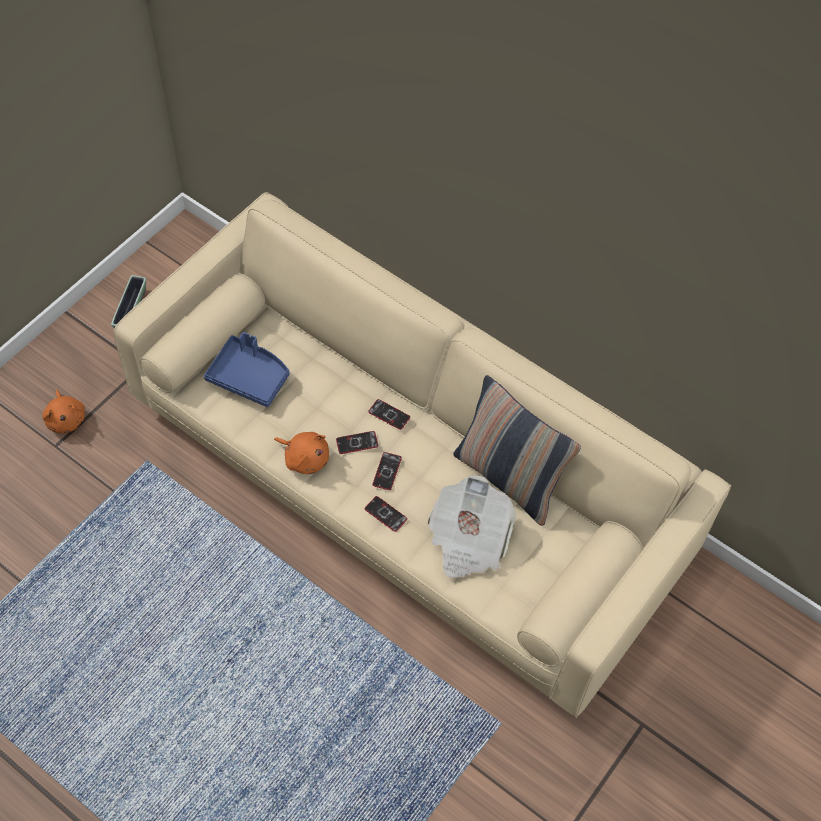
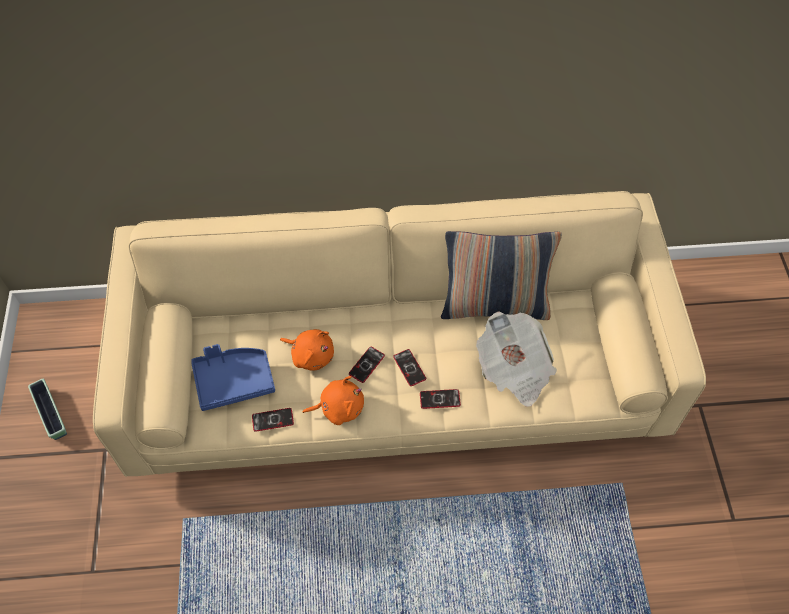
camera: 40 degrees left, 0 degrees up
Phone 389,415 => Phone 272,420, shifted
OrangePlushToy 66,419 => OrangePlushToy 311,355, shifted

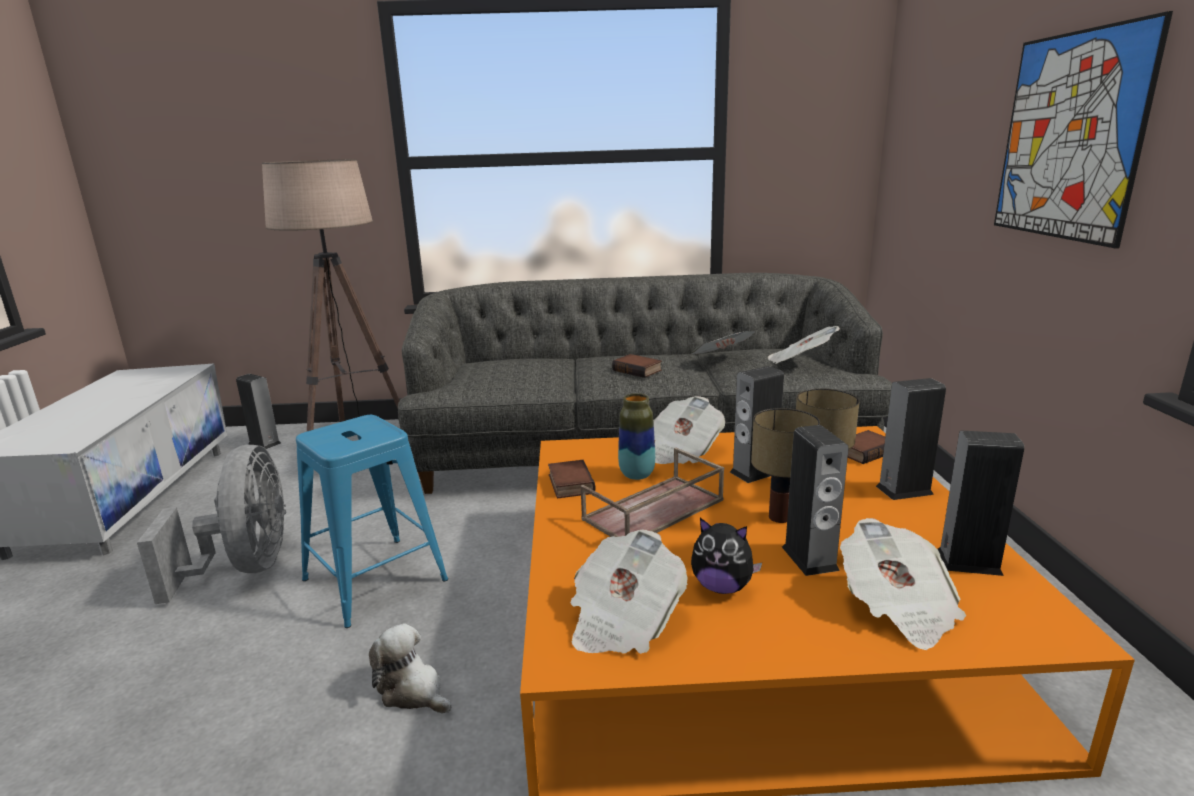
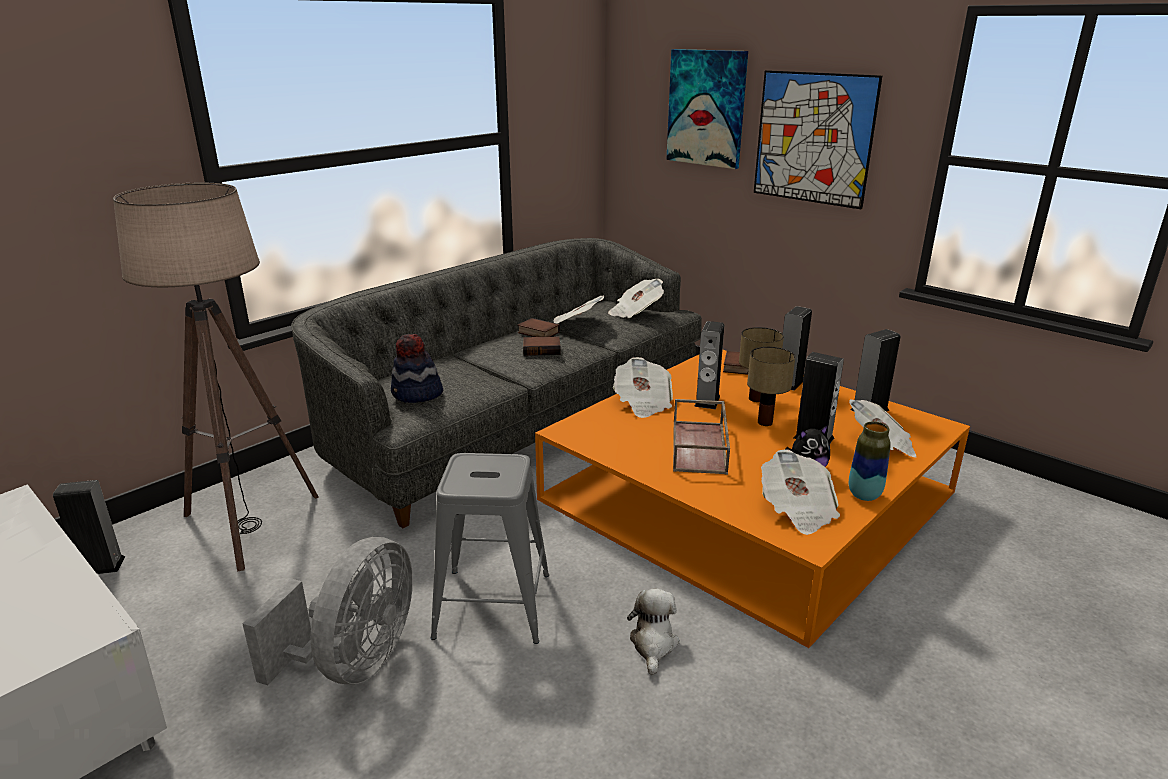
camera: 45 degrees left, 5 degrees up
GreyFan 246,567 => GreyFan 354,662, 75 degrees clockwise
nothing => Hat 417,394
BlueStool 374,580 => GreyStool 492,605
Book 569,484 => Book 537,333, shifted
PlushToy 413,691 => PlushToy 653,644, 105 degrees clockwise
nothing => Picture 706,108
Vase 636,475 => Vase 864,495, shifted

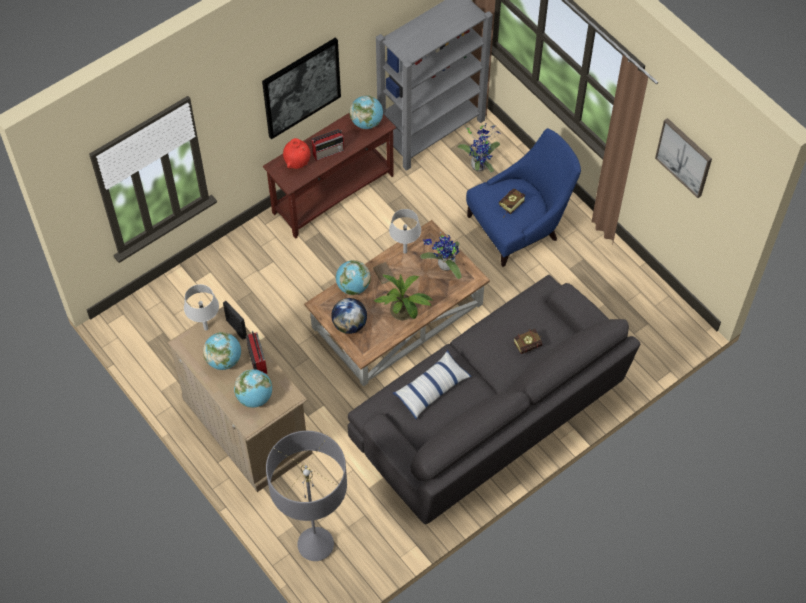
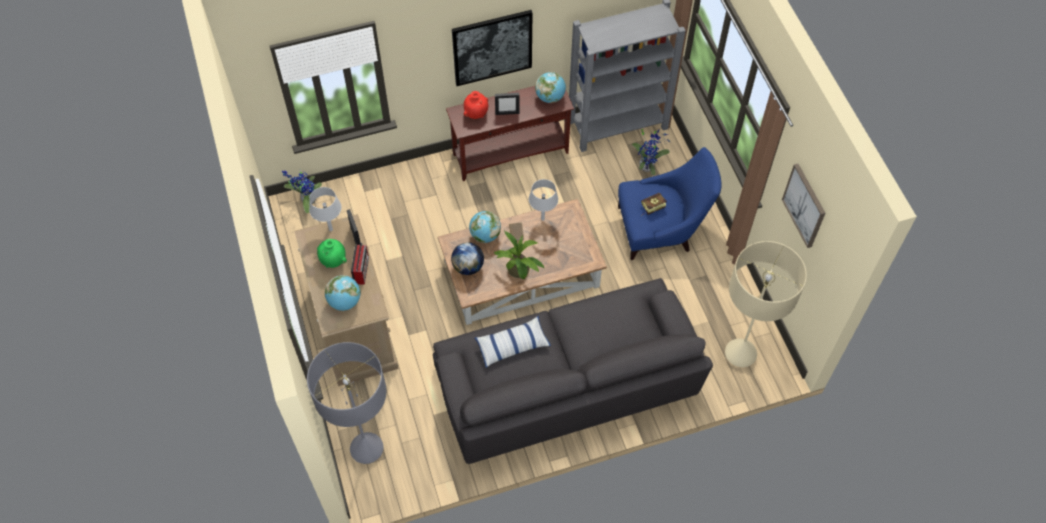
camera: 20 degrees right, 0 degrees up
PottedPlant 444,266 => PottedPlant 307,200, shifted
Globe 224,360 => GreenVase 333,261
Radio 329,151 => PictureFrame 507,112
nothing => BeigeFloorLamp 740,354
Book 530,345 => nothing

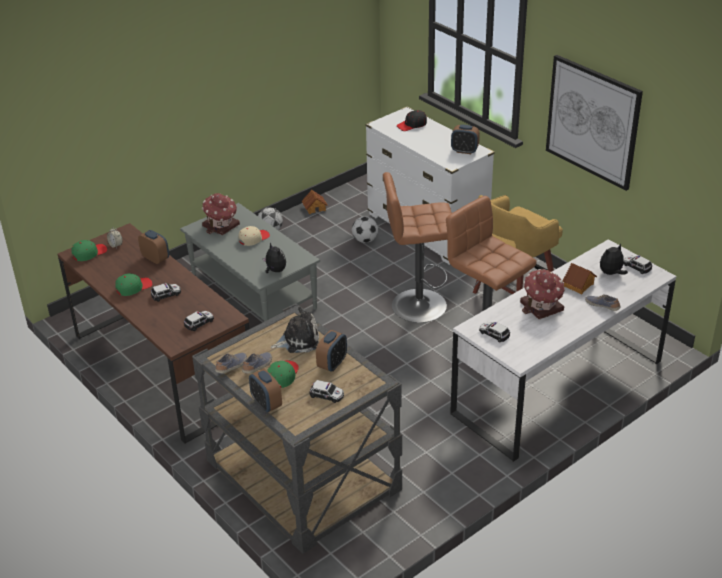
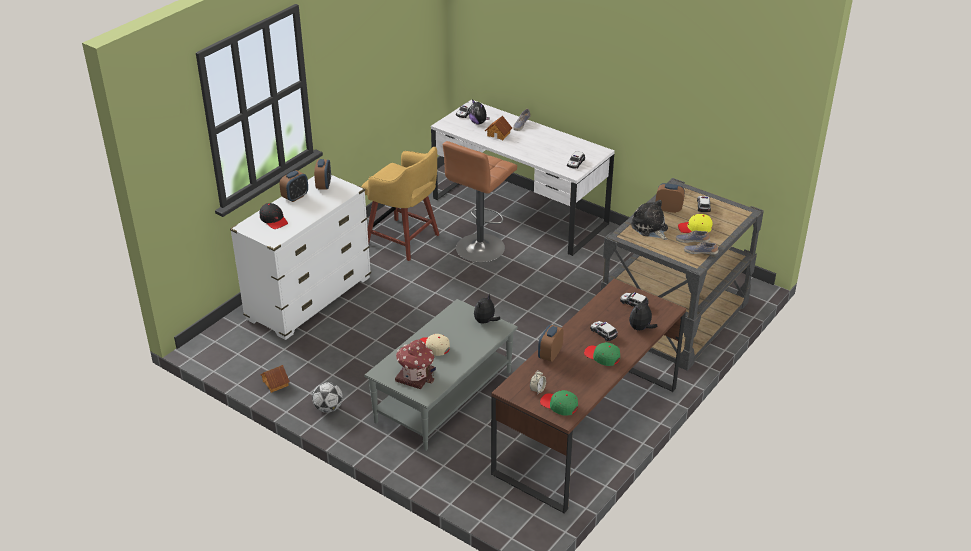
camera: 105 degrees left, 0 degrees up
AlarmClock 266,404 => AlarmClock 295,197, shifted
nothing => PlushToy 640,328
GreenCap 282,375 => YellowCap 695,228
Football 365,240 => nothing
BrownStool 418,305 => nothing
ToyHouse 542,307 => nothing
Picture 592,121 => nothing

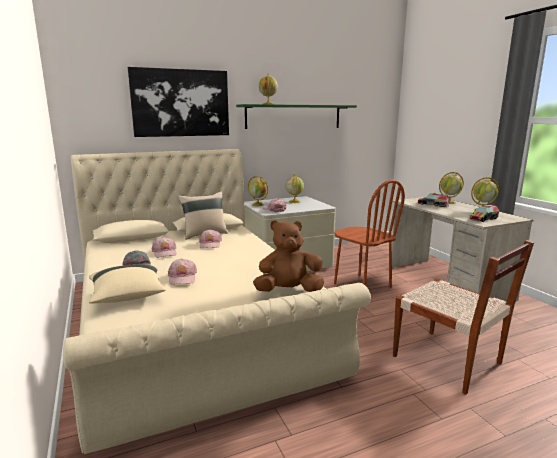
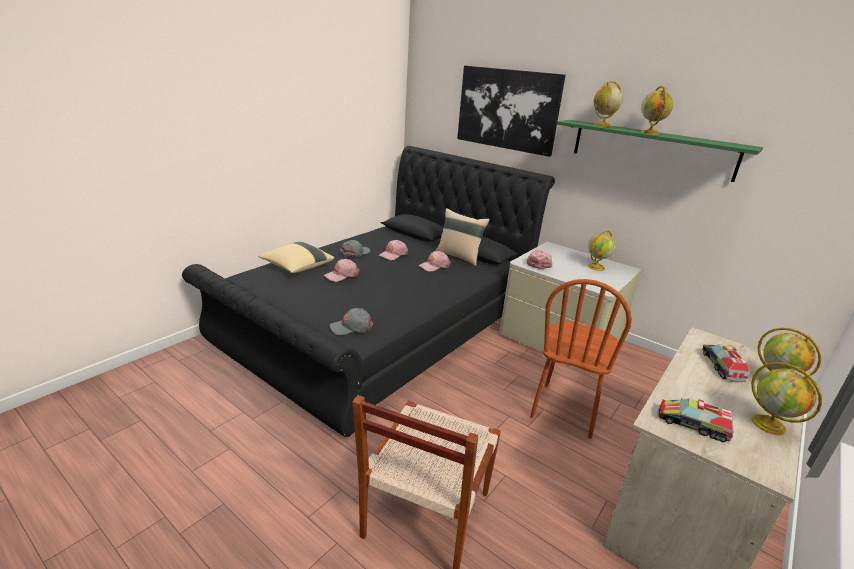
camera: 60 degrees right, 10 degrees up
BeigeBed 194,321 => BlackBed 381,324
BrownPlushToy 289,291 => GreyCap 351,327
Globe 258,204 => Globe 650,133, shifted

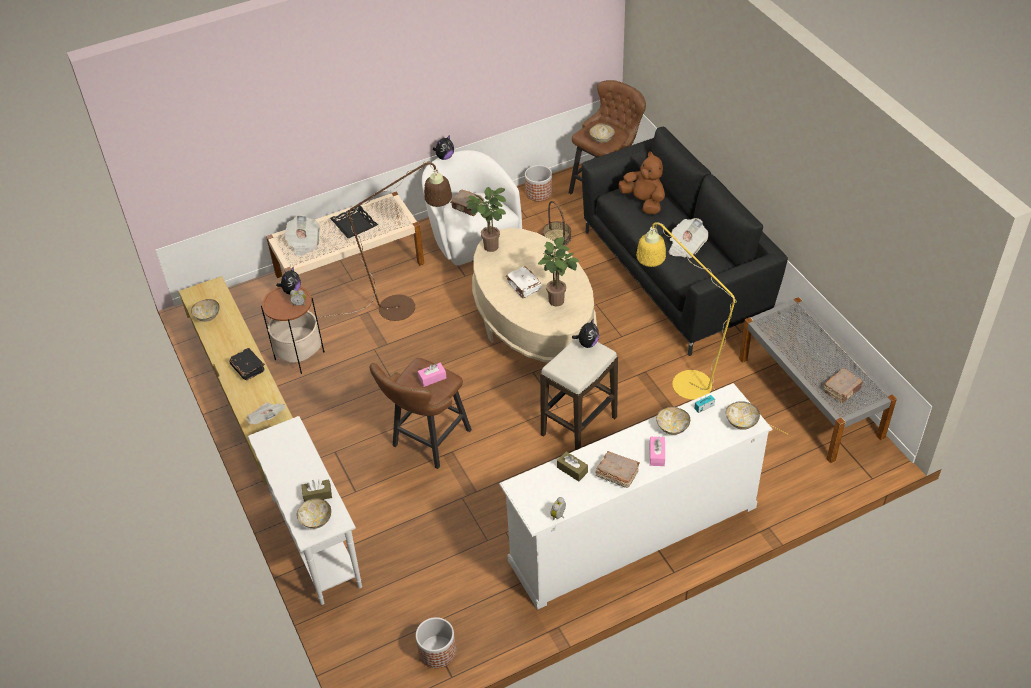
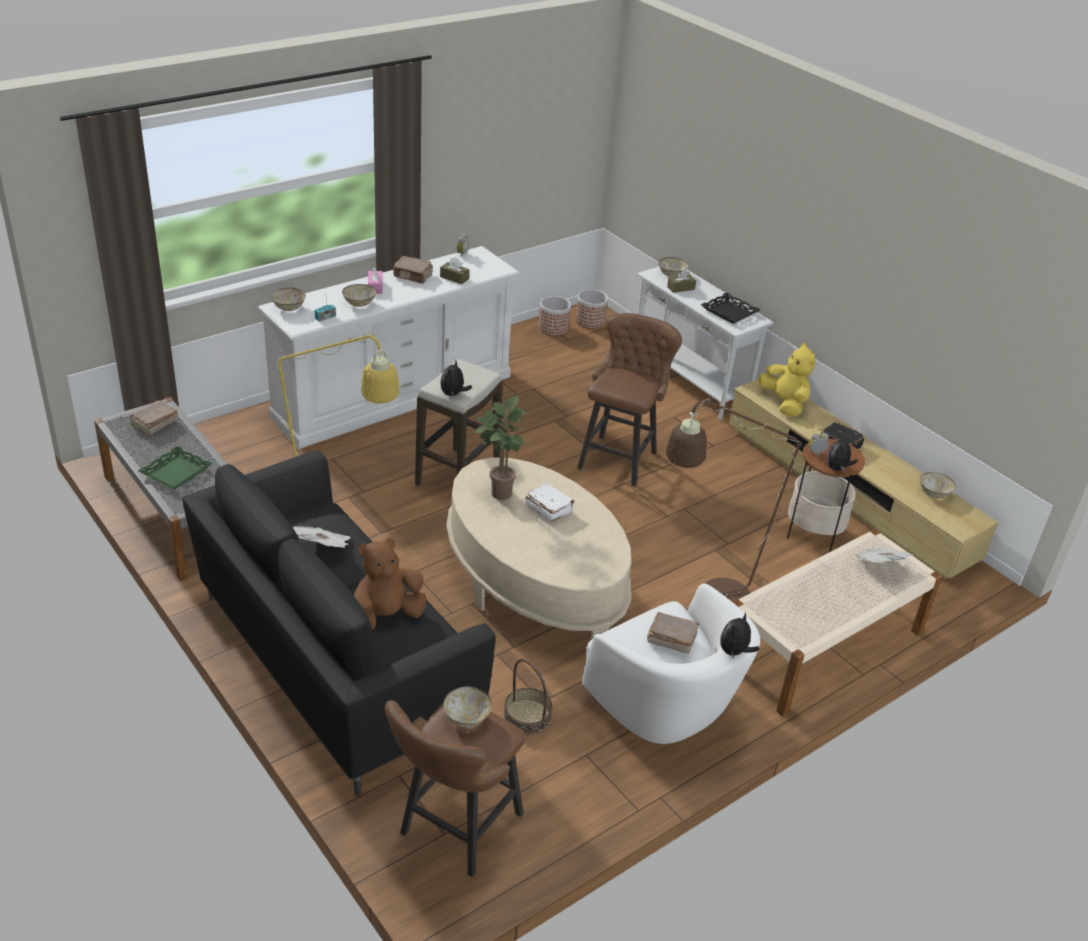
camera: 165 degrees right, 10 degrees down
nothing => GreenTray 175,472
BrownPlushToy 644,202 => BrownPlushToy 386,616, 105 degrees clockwise
Planter 538,193 => Planter 590,321, shifted
BlackTray 354,225 => BlackTray 729,312, shifted
Newspaper 267,419 => YellowPlushToy 784,403
PinkTissueBox 432,378 => nothing
PottedPlant 491,248 => nothing

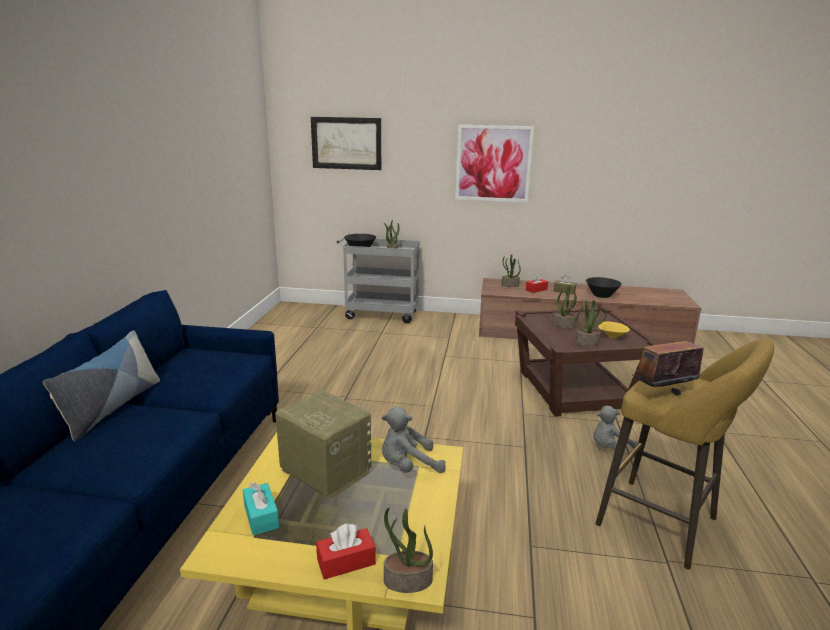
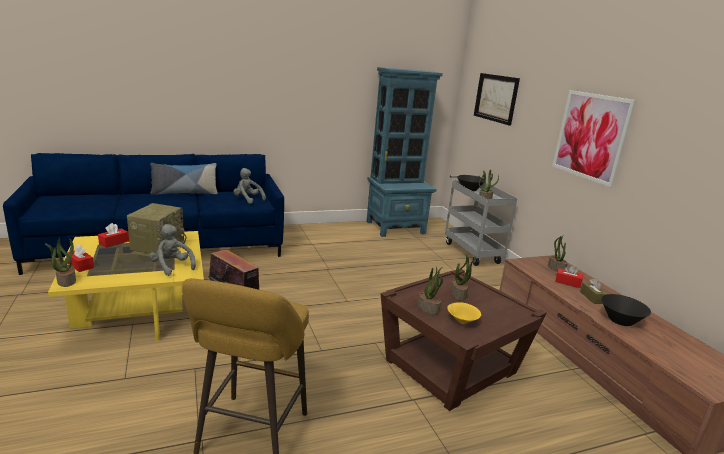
camera: 60 degrees right, 0 degrees up
TurquoiseTissueBox 261,516 => RedTissueBox 114,242
GreyPlushToy 609,448 => GreyPlushToy 247,199, shifted
nothing => BlueCabinet 396,228

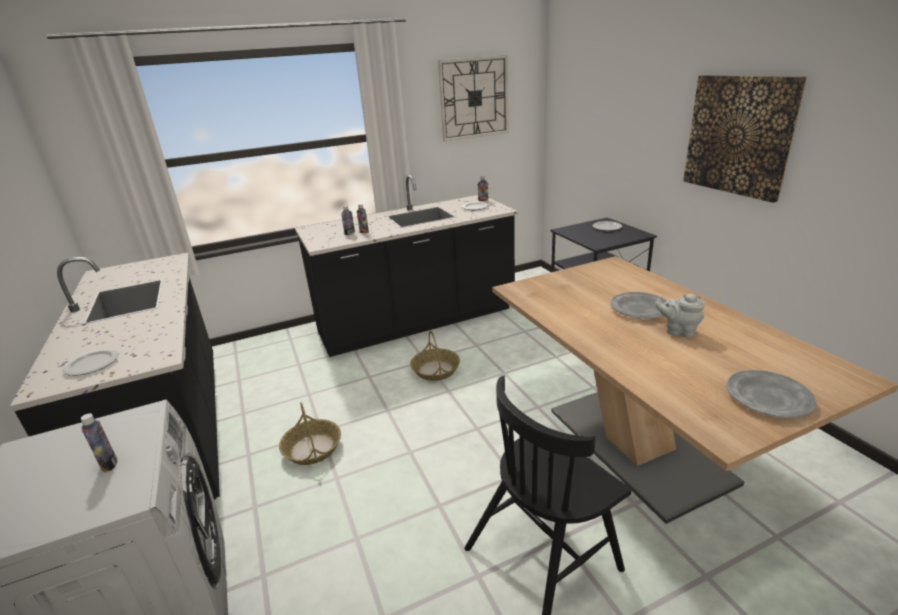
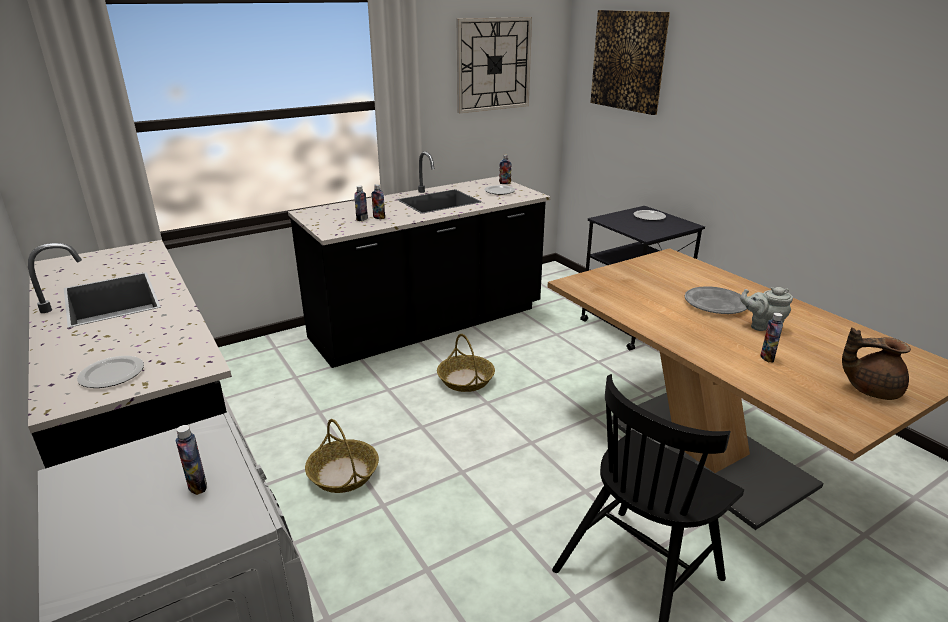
camera: 10 degrees left, 0 degrees up
Picture 739,135 => Picture 628,61, shifted
nothing => Bottle 767,358
GreyPlate 767,397 => BrownTeapot 870,389

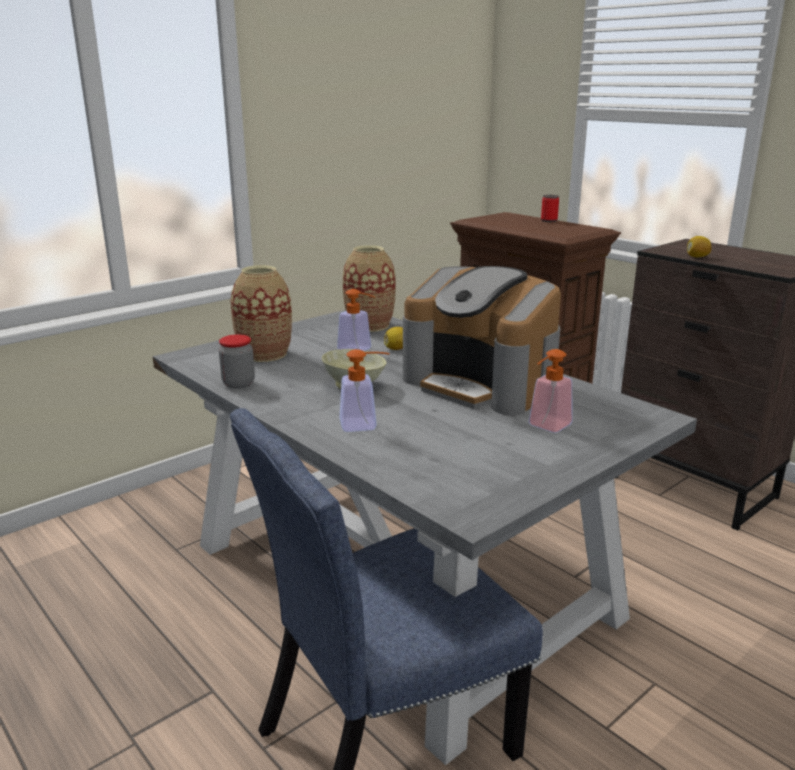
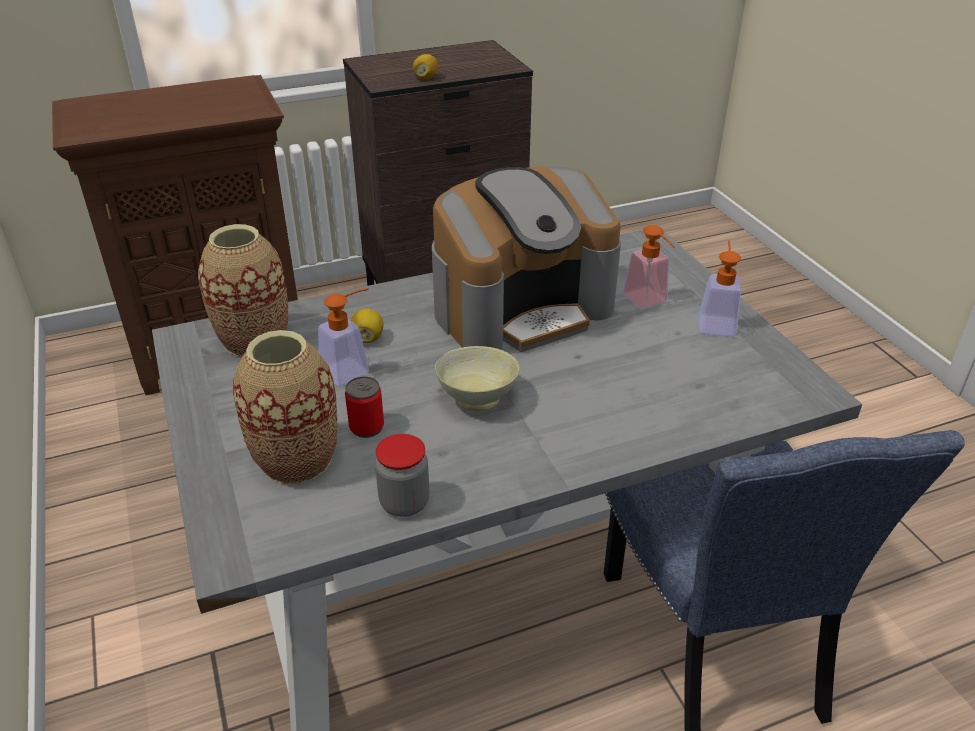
camera: 70 degrees left, 15 degrees up
Can 549,220 => Can 366,427, shifted
SoapDispenser 365,424 => SoapDispenser 716,322, shifted

